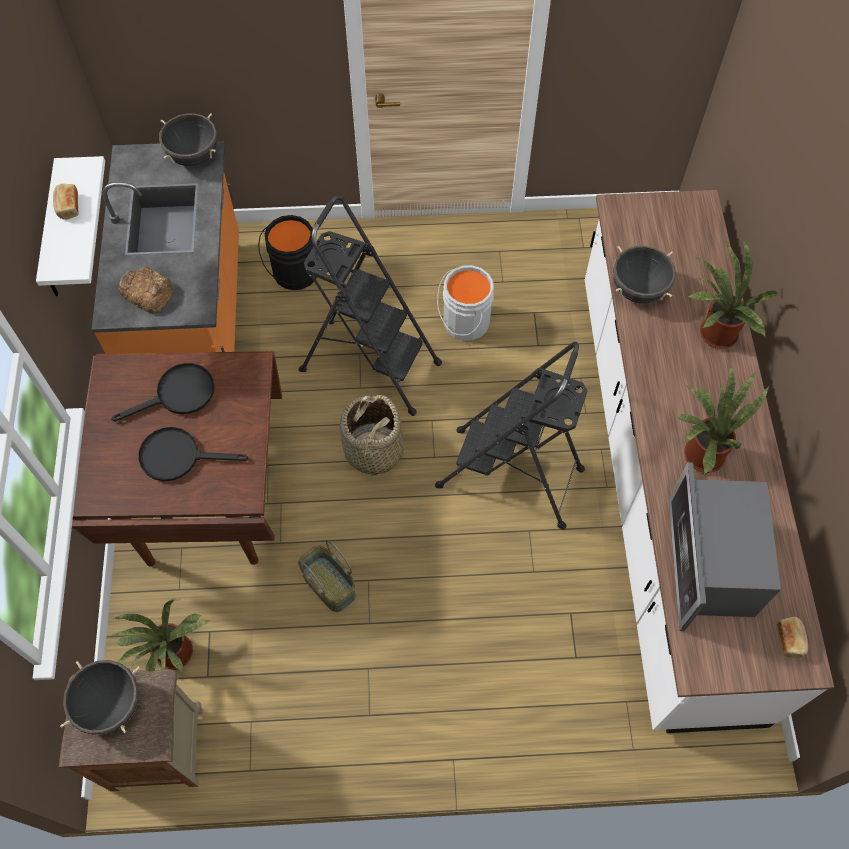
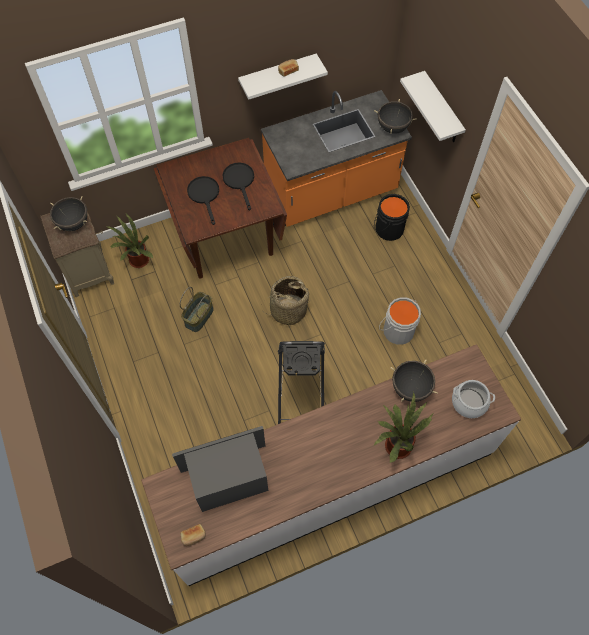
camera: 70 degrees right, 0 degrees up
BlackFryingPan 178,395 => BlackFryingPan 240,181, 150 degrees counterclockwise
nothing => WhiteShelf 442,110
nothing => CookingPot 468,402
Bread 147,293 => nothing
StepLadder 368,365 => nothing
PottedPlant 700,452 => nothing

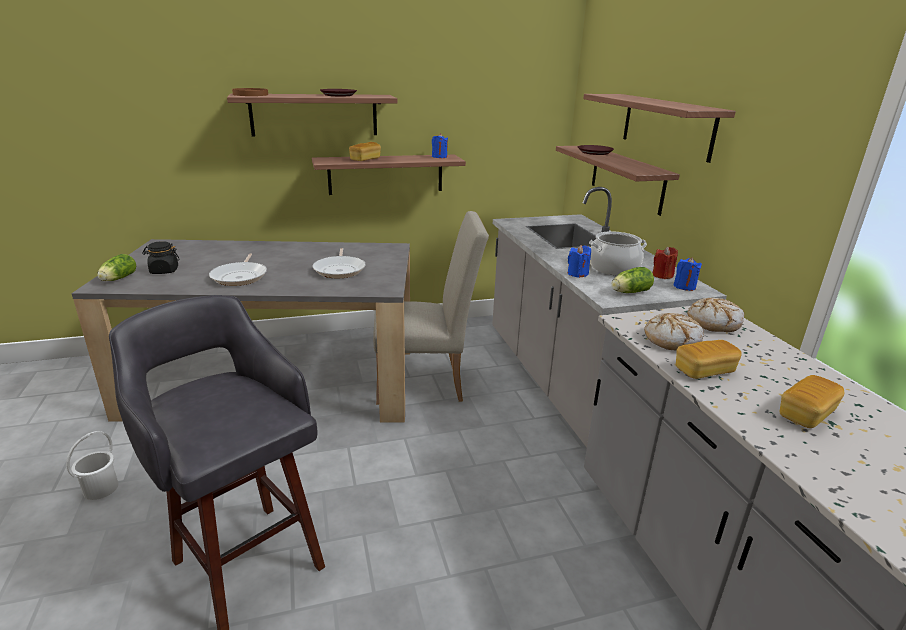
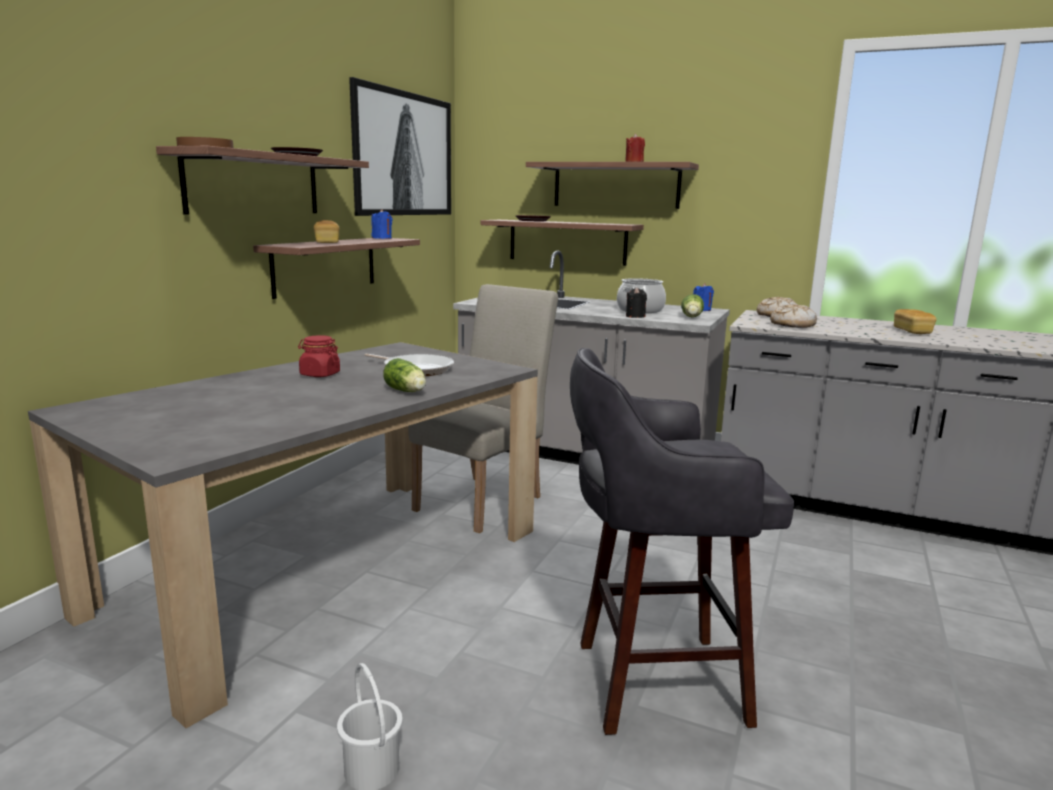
camera: 50 degrees left, 10 degrees down
nothing => RedJar 319,374
nothing => Picture 404,154
Lettuce 117,279 => Lettuce 406,391, shifted
RedCandle 662,275 => RedCandle 634,162, shifted
BlueCandle 577,274 => BlackCandle 635,316
BlackJar 164,271 => nothing
FryingPan 240,276 => nothing
Bread 704,371 => nothing

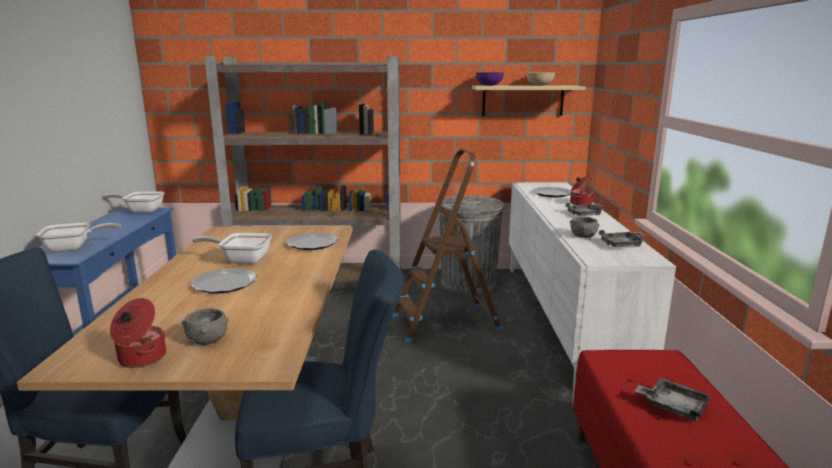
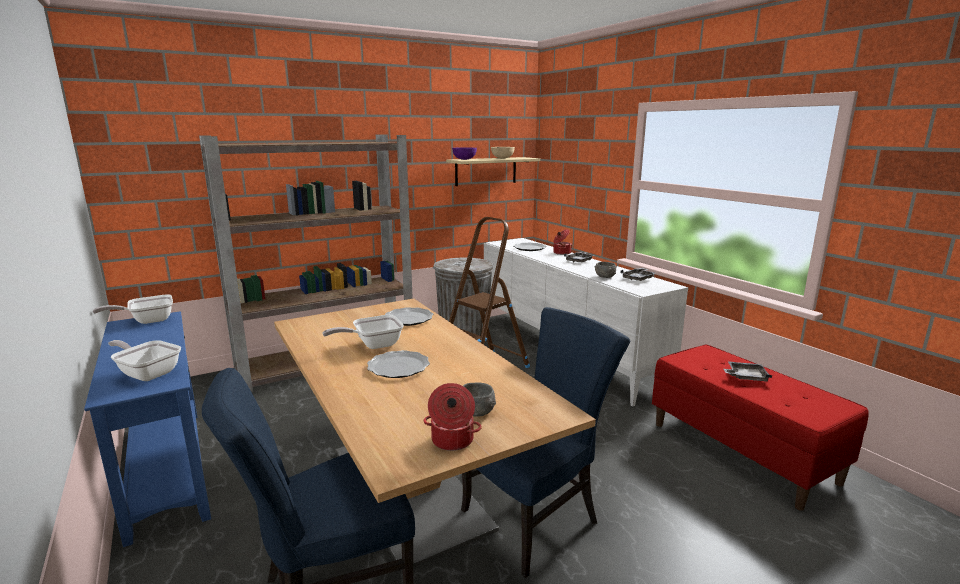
camera: 30 degrees left, 0 degrees up
FryingPan 74,248 => FryingPan 147,373, 105 degrees counterclockwise

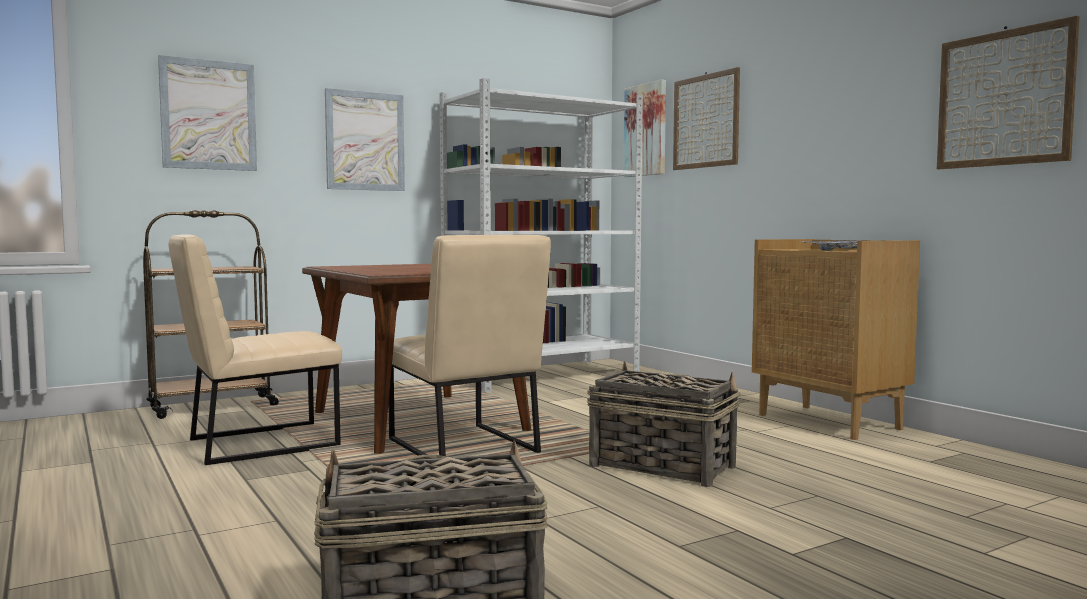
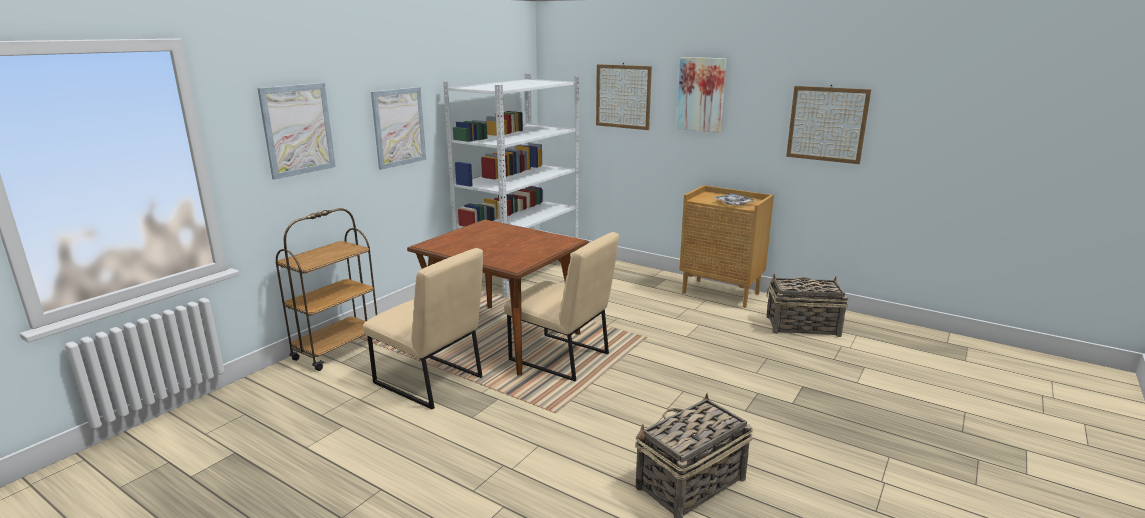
camera: 25 degrees left, 15 degrees up
BeigeChair 258,443 => BeigeChair 430,381, 90 degrees counterclockwise
Picture 646,130 => Picture 701,94, shifted
Basket 660,466 => Basket 801,326, shifted

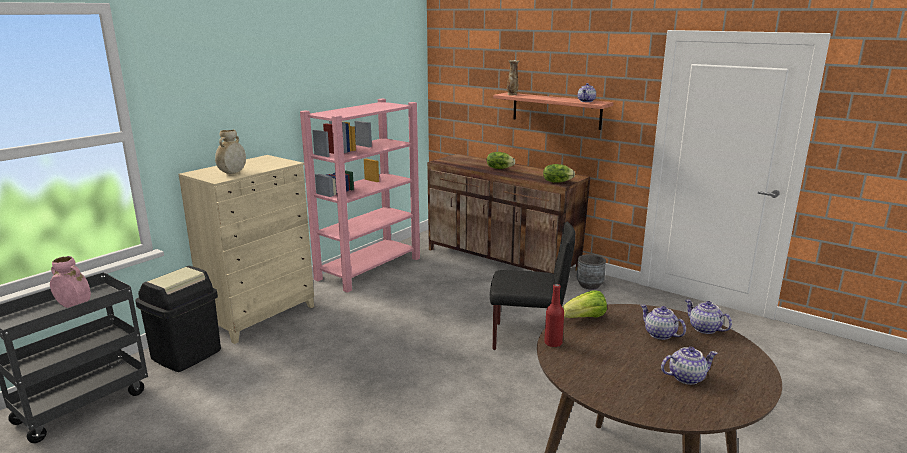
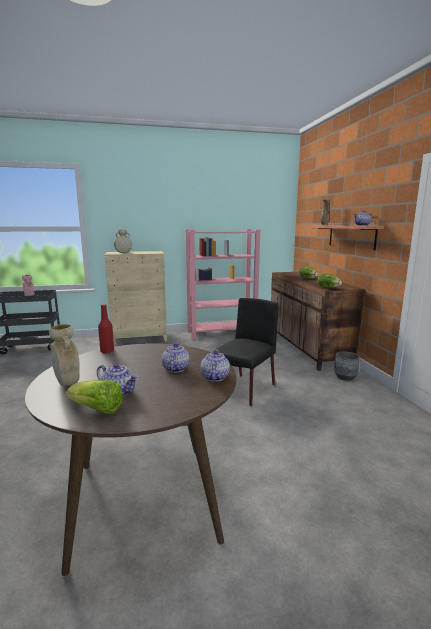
camera: 40 degrees right, 5 degrees down
nothing => BeigeVase 68,383
Lettuce 585,318 => Lettuce 97,410, shifted
BlackChair 528,338 => BlackChair 244,390, 105 degrees counterclockwise
BlackTrashCan 187,355 => nothing

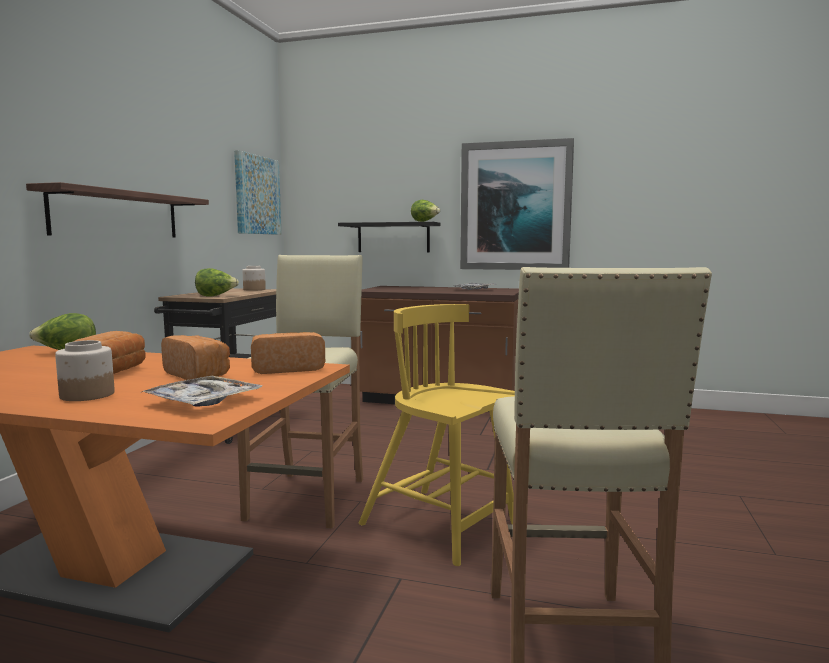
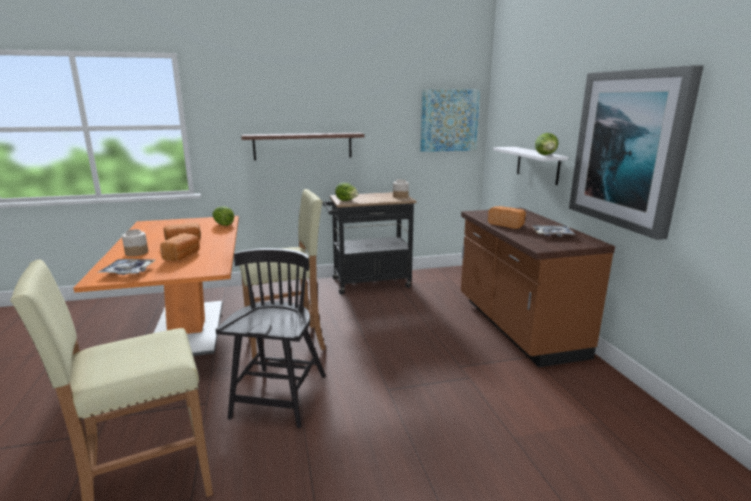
camera: 60 degrees right, 10 degrees up
YellowChair 441,524 => BlackChair 279,397
Bread 287,369 => Bread 507,225, shifted
BlackShelf 393,237 => WhiteShelf 537,165

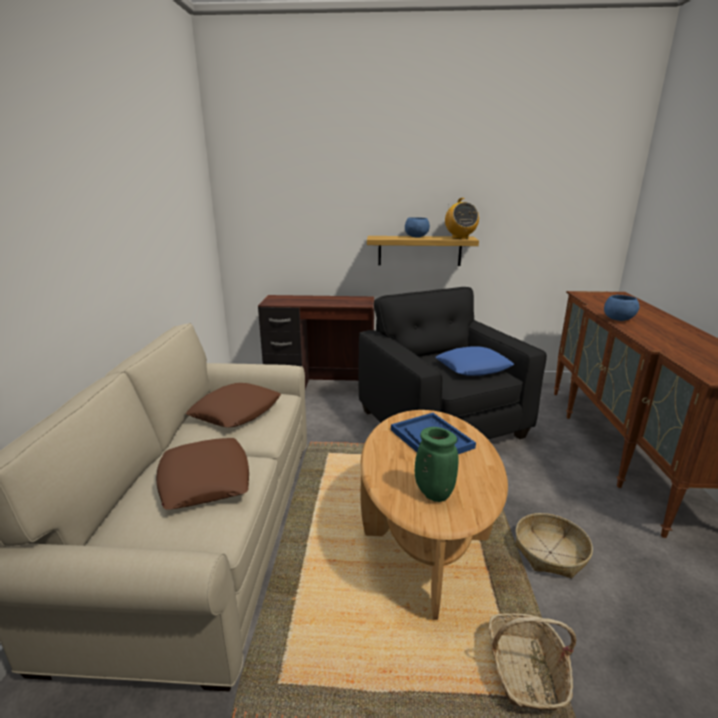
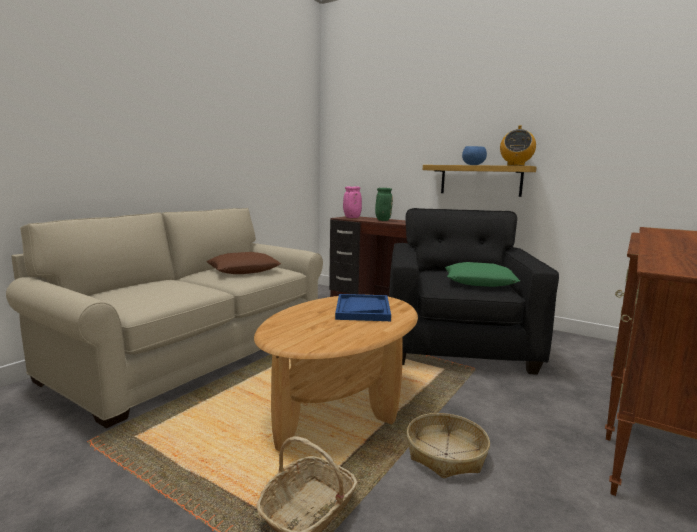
camera: 30 degrees right, 10 degrees down
nothing => PinkVase 352,217
GreenVase 432,493 => GreenVase 382,220, shifted
BluePillow 473,367 => GreenPillow 480,281
BrownPillow 205,480 => nothing
BlueBowl 618,320 => nothing

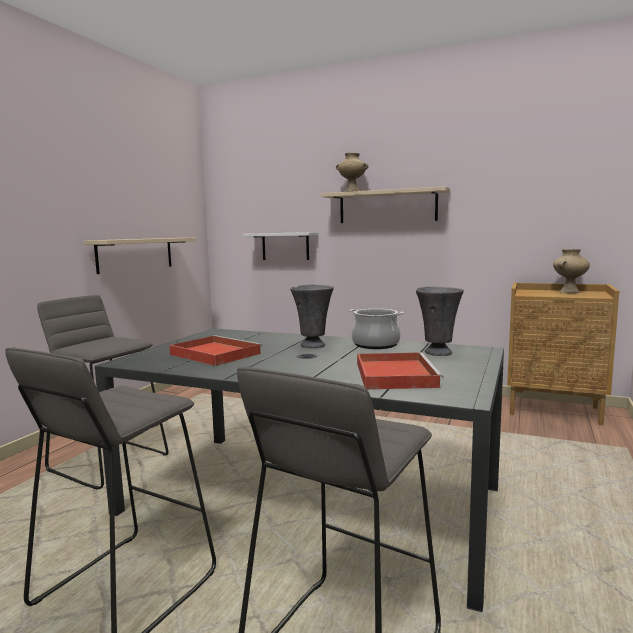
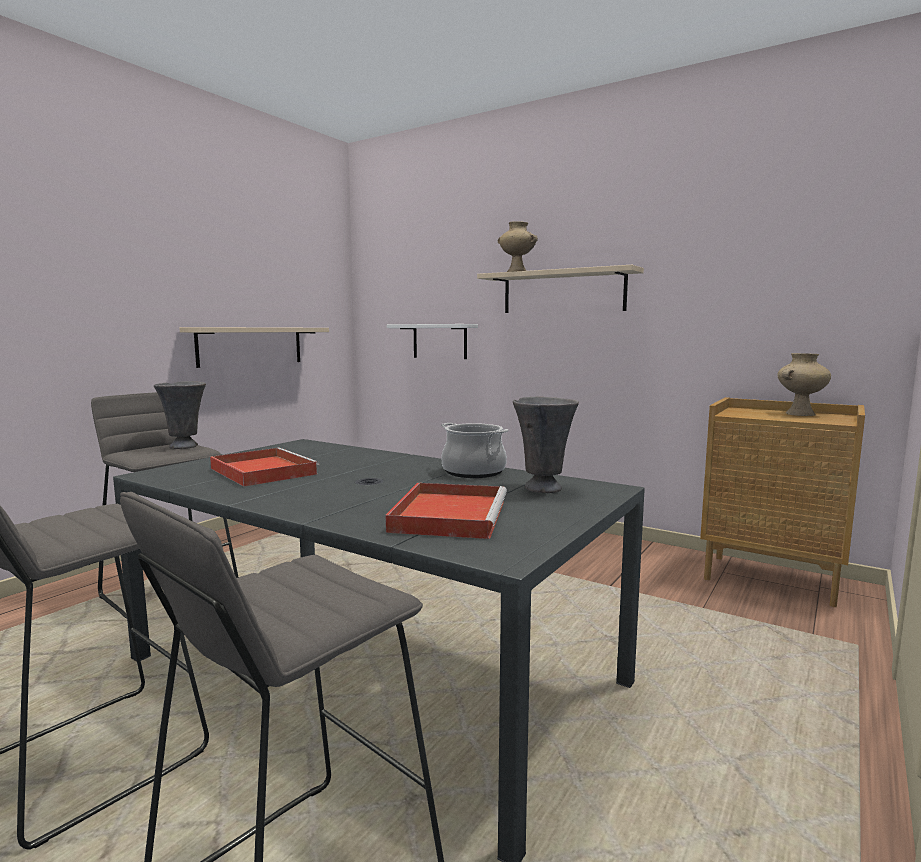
camera: 10 degrees right, 0 degrees up
GreyVase 313,345 => GreyVase 185,446, shifted

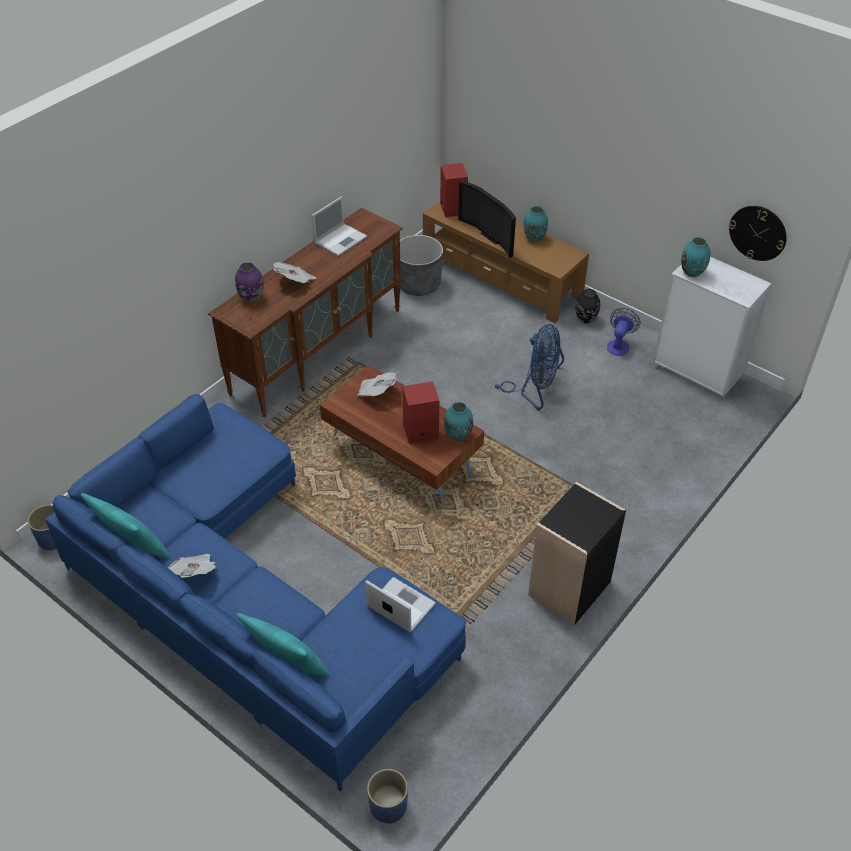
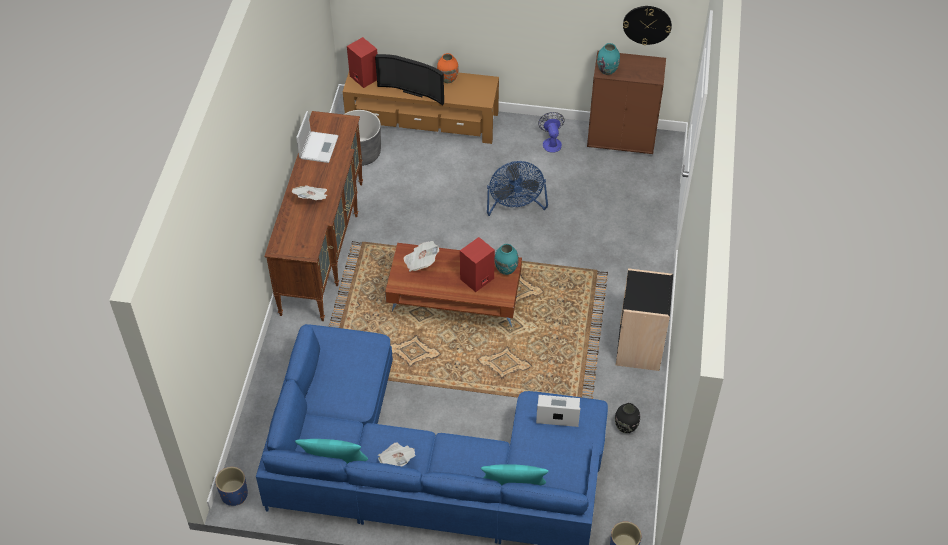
camera: 30 degrees left, 5 degrees up
TurquoiseVase 534,237 => OrangeVase 447,79
BlueFan 534,386 => BlueFan 512,203, 90 degrees clockwise
WhiteCabinet 698,372 => BrownCabinet 622,140
BlackVase 585,319 => BlackVase 625,427, shifted
PurpleVase 251,297 => nothing

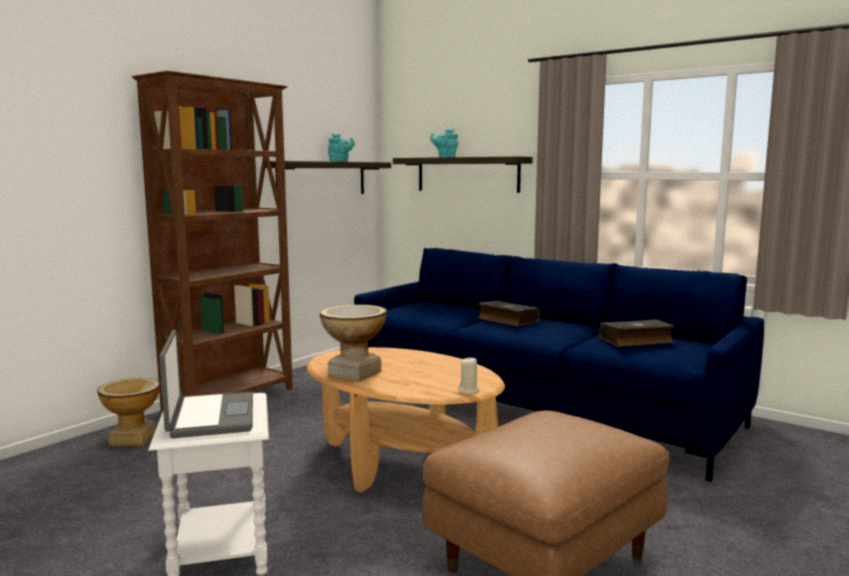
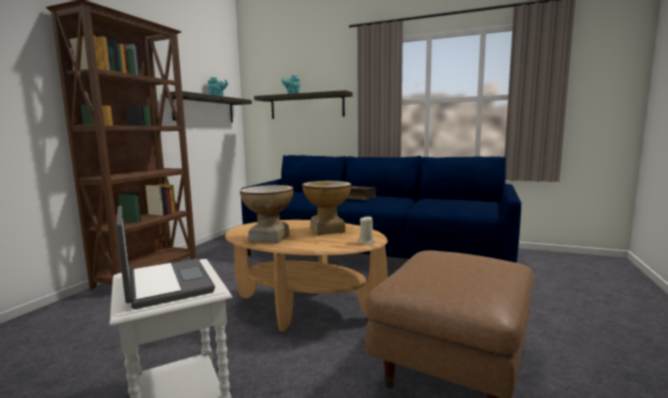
camera: 15 degrees left, 0 degrees up
Vase 133,439 => Vase 327,230, shifted
Book 636,341 => nothing

